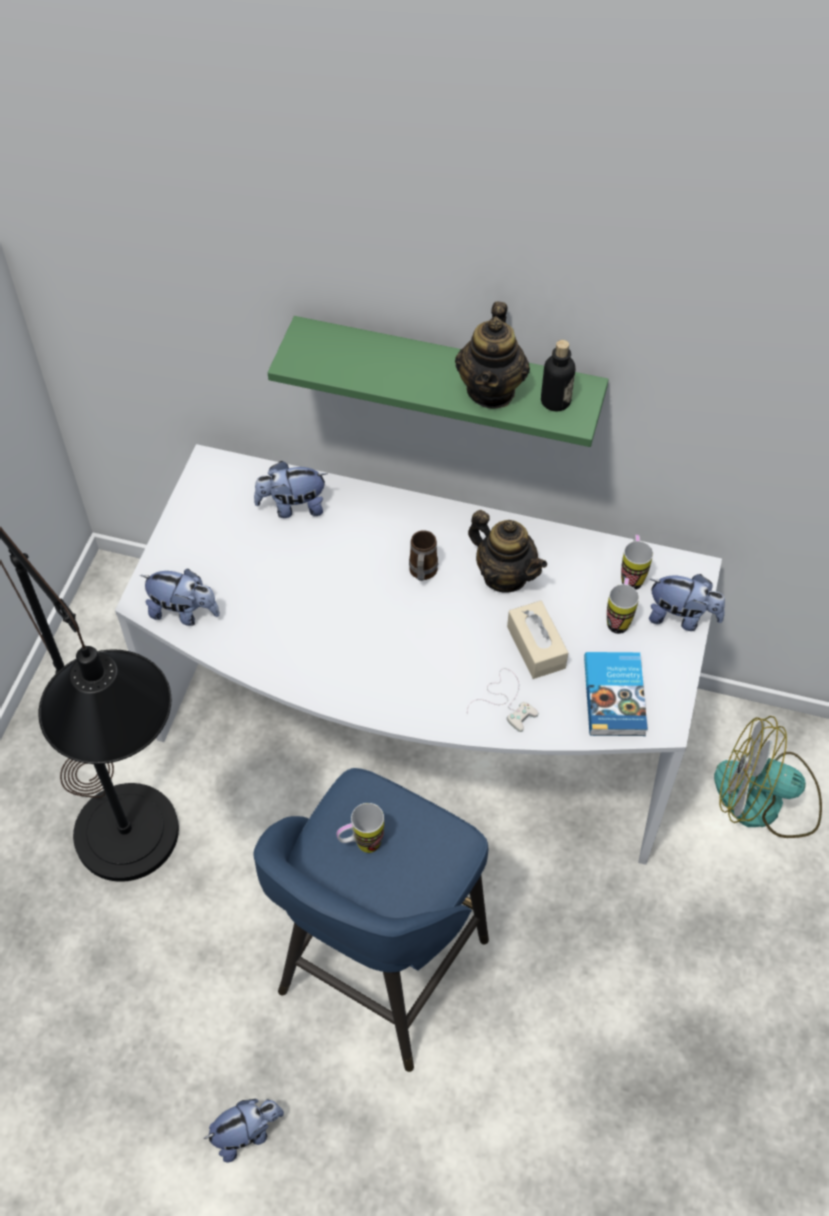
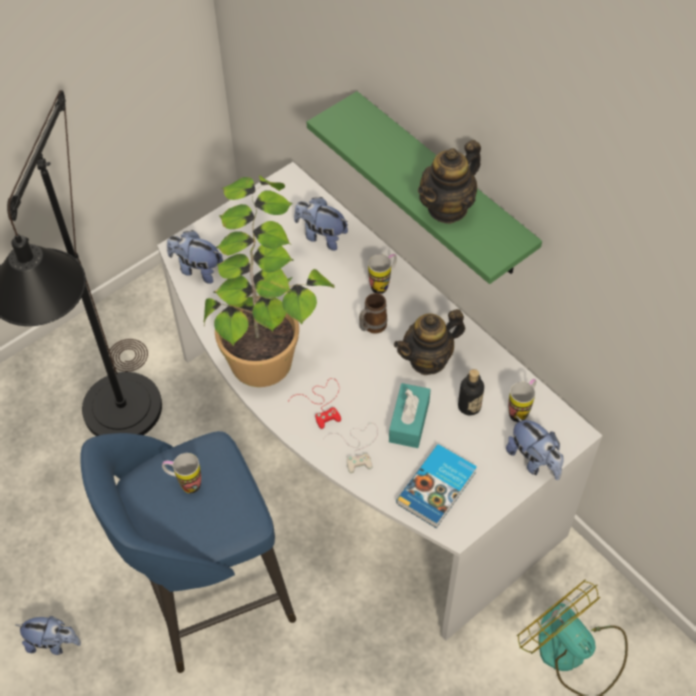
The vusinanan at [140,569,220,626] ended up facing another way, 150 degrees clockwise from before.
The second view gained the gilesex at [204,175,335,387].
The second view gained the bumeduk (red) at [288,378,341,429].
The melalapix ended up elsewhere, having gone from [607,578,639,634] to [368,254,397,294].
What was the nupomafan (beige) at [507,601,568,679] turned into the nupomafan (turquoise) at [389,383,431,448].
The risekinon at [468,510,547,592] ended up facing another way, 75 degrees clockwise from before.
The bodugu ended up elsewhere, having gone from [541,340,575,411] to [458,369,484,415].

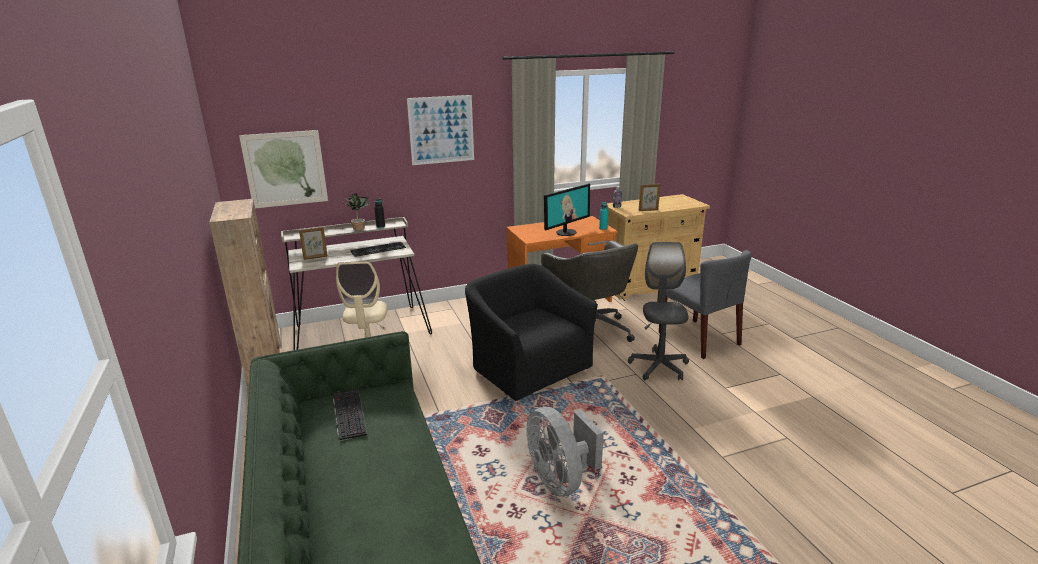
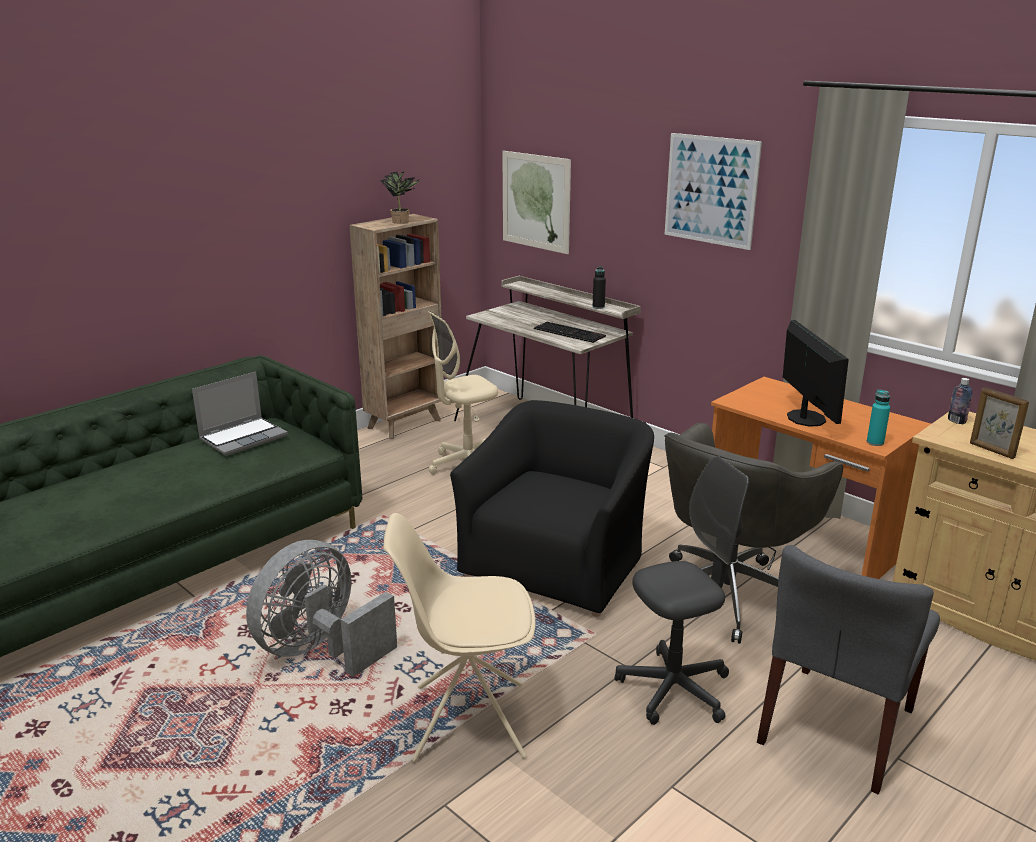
Where the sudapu stood at [333,390,367,441], the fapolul came to stand at [192,371,288,456].
The gilesex ended up elsewhere, having gone from [343,193,370,231] to [380,171,420,224].
The second view gained the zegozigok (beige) at [384,513,536,762].
The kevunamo at [544,183,590,236] ended up facing another way, 120 degrees counterclockwise from before.
The second view lost the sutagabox at [299,227,328,260].

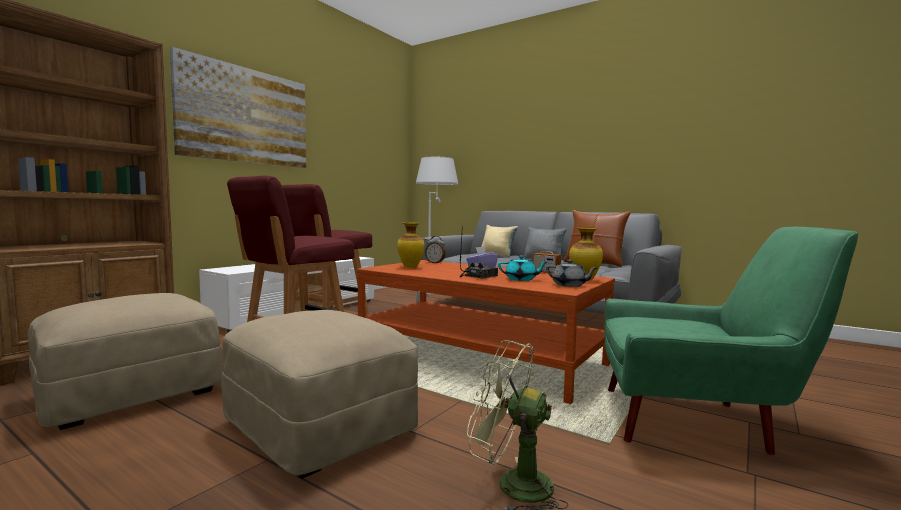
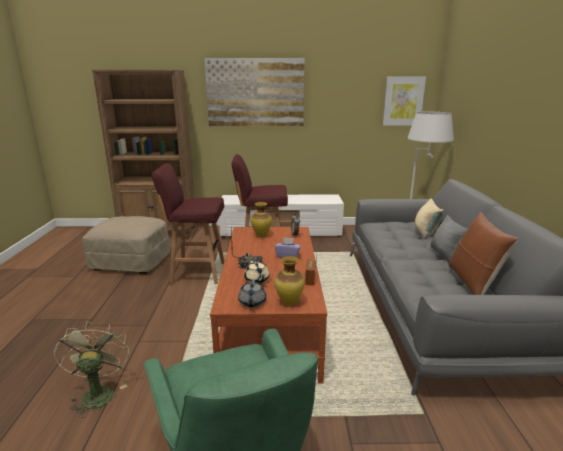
What was the risekinon (turquoise) at [498,256,547,281] turned into the risekinon (beige) at [244,261,270,284].
The second view gained the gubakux at [383,77,426,126].
The second view lost the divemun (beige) at [221,310,418,479].

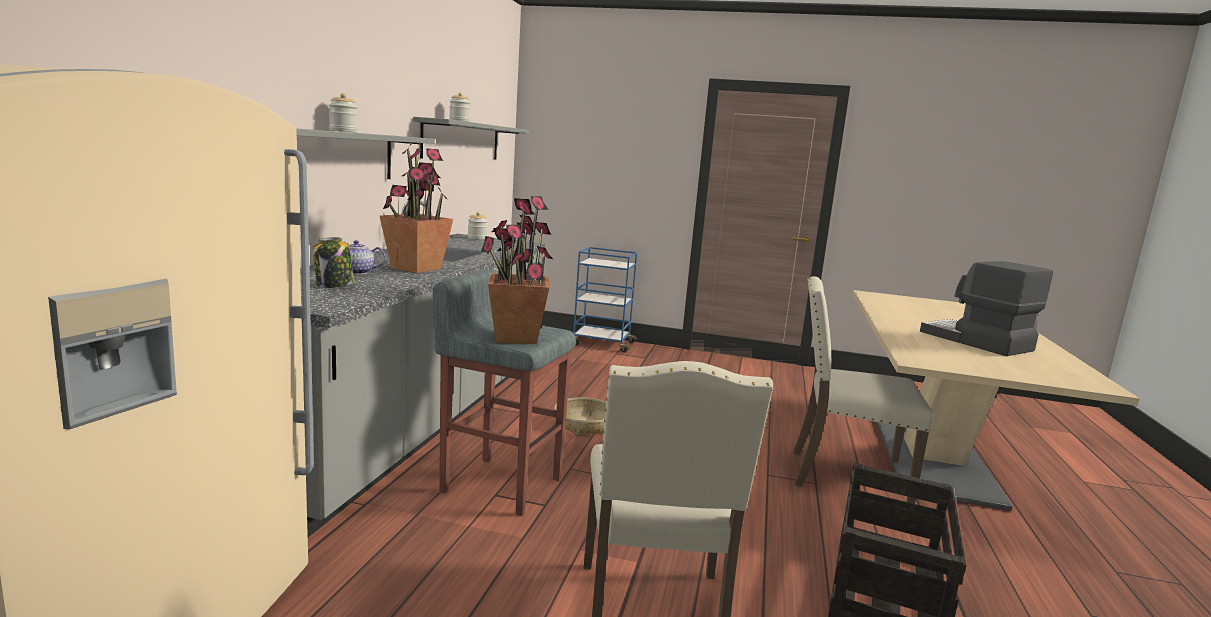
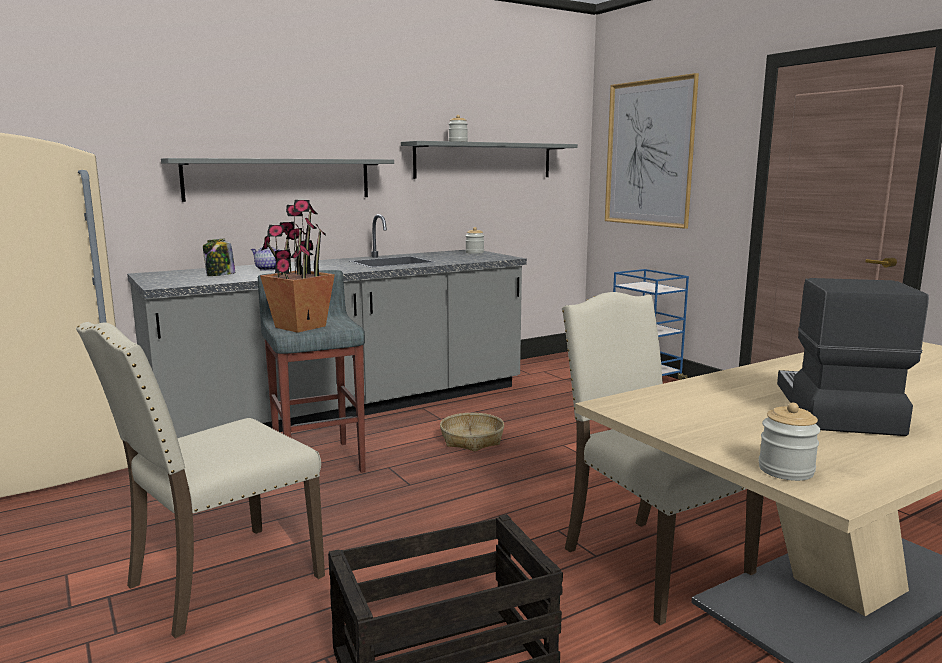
The second view gained the gubakux at [605,73,699,229].
The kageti ended up elsewhere, having gone from [329,93,358,132] to [759,403,821,481].
The second view lost the gilesex at [380,143,453,273].

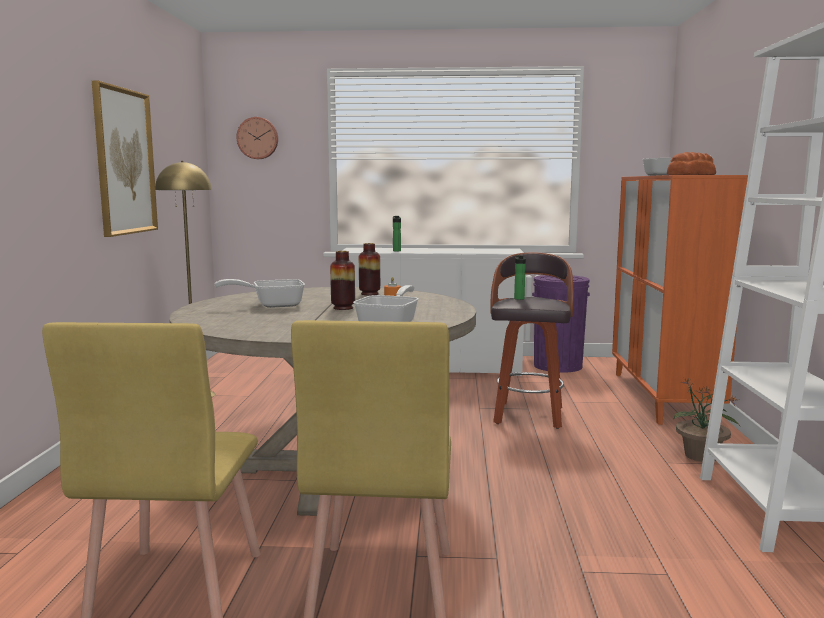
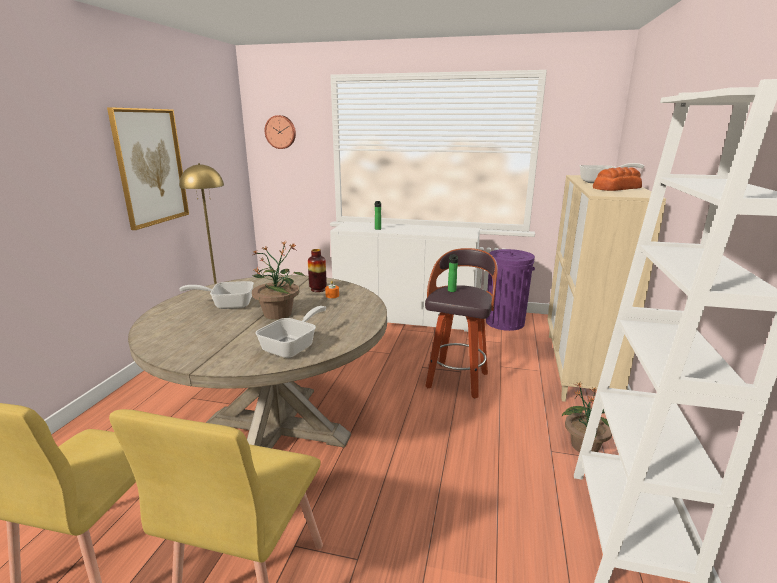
Where the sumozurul stood at [330,251,355,310], the gilesex came to stand at [252,241,305,320].
What was the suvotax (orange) at [612,175,748,425] turned into the suvotax (beige) at [547,175,666,402].

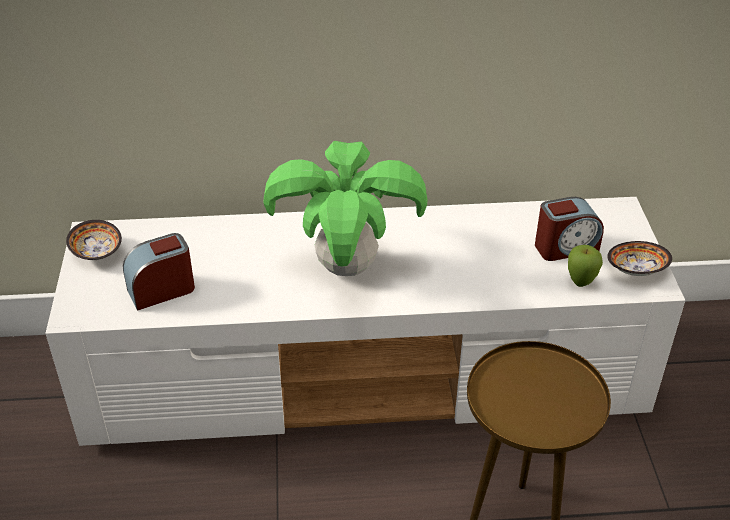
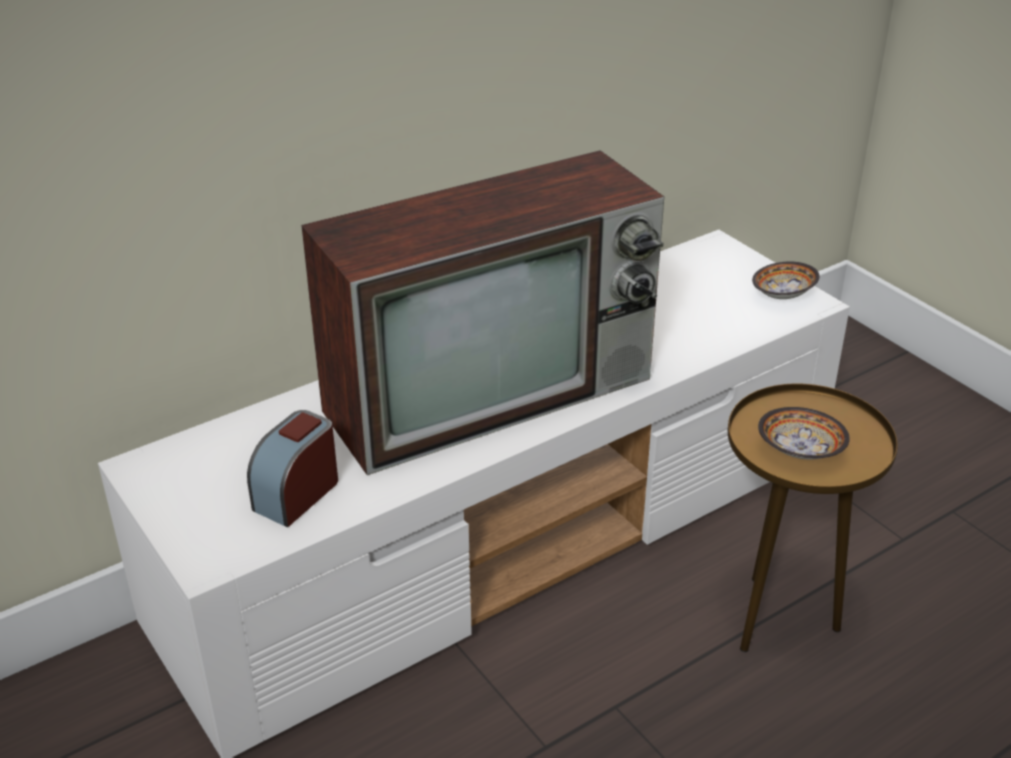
Where the gilesex stood at [264,141,428,276], the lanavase came to stand at [301,150,664,475].
The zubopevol ended up elsewhere, having gone from [66,220,122,260] to [758,407,850,460].
The second view lost the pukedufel at [535,197,604,261].
The second view lost the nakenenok at [568,245,603,287].

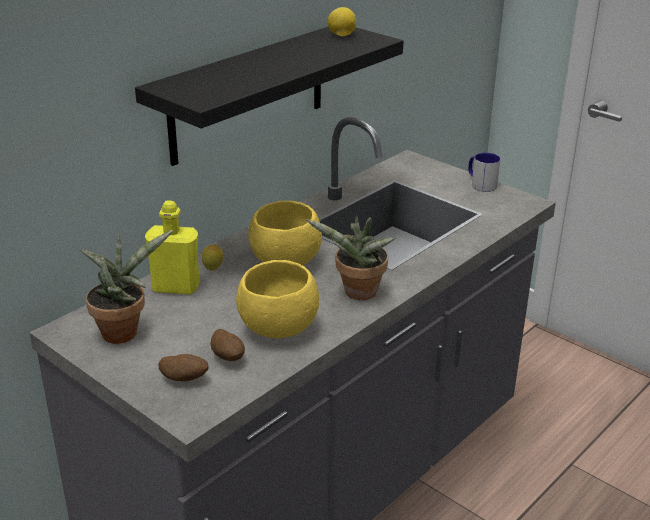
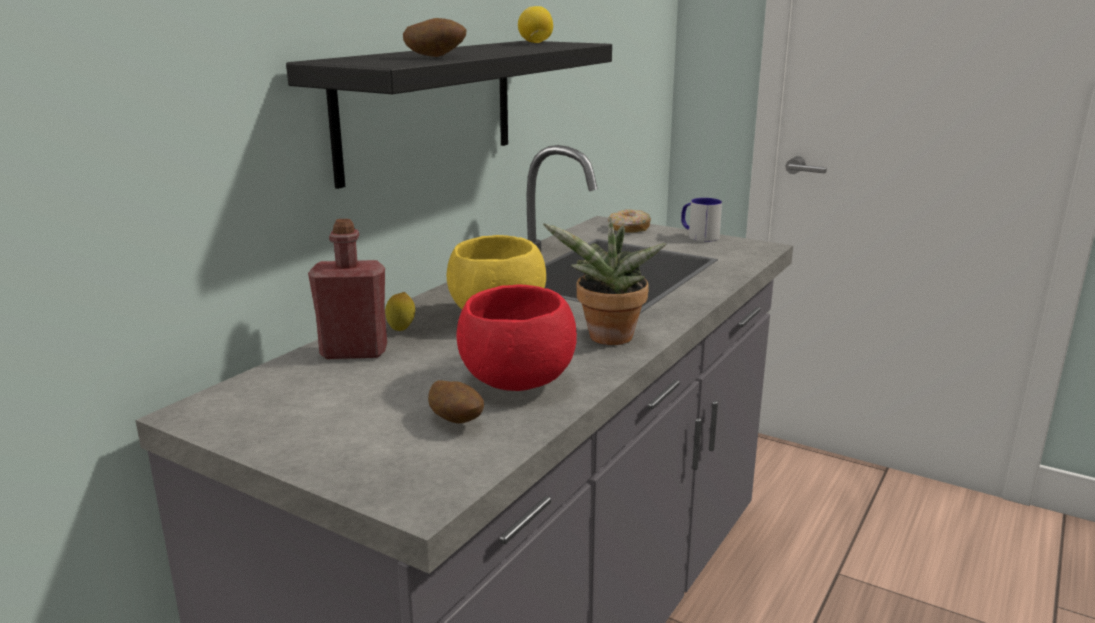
What was the bodugu (yellow) at [145,200,200,295] turned into the bodugu (red) at [308,219,387,359].
The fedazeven ended up elsewhere, having gone from [158,354,209,381] to [403,18,466,57].
What was the zubopevol (yellow) at [236,260,319,338] turned into the zubopevol (red) at [456,285,577,391].
The second view gained the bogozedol at [608,209,651,233].
The second view lost the gilesex at [80,230,173,344].

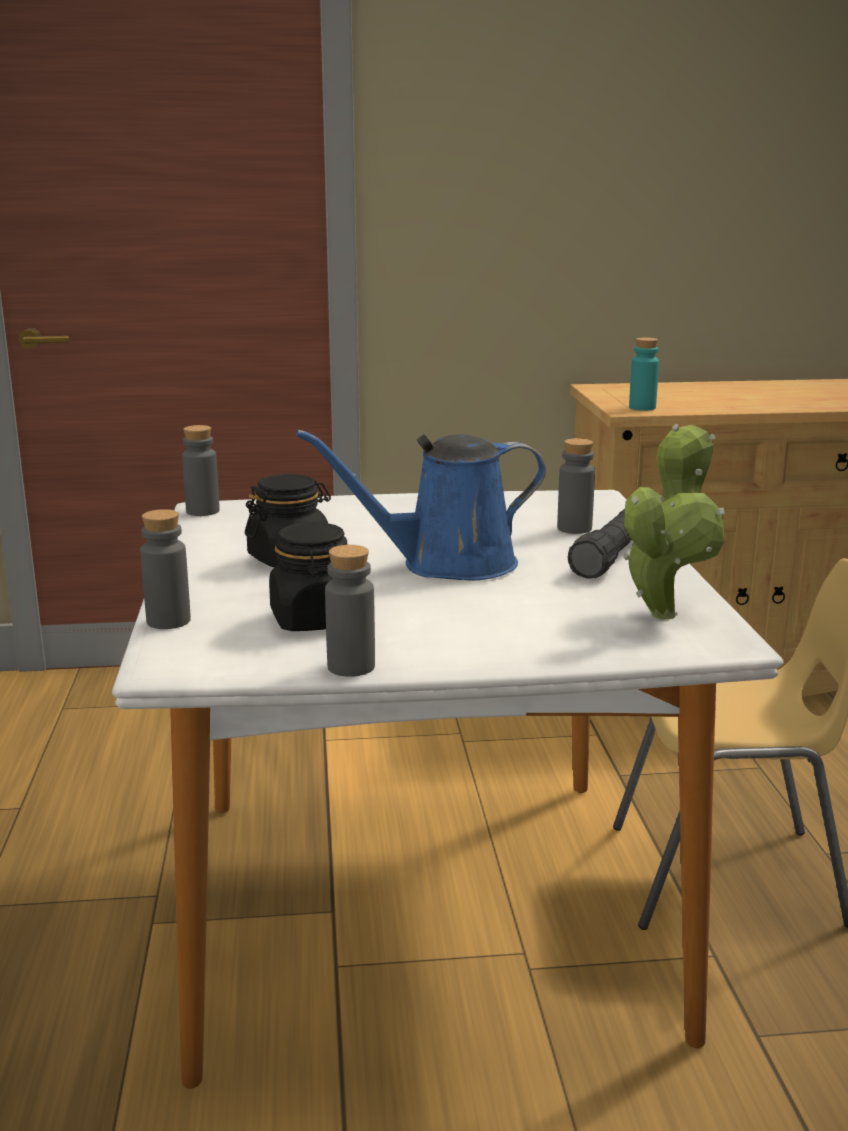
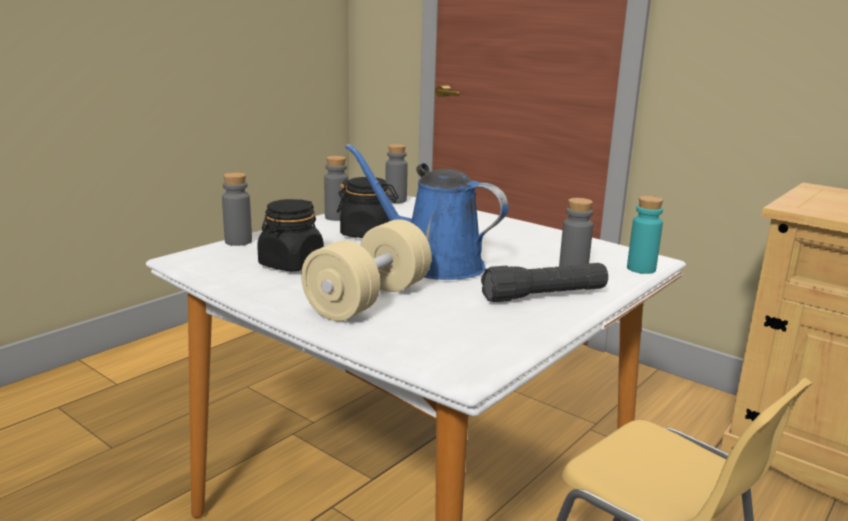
The second view gained the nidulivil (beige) at [301,219,431,321].
The bodugu (grey) ended up elsewhere, having gone from [325,545,375,677] to [324,156,348,221].
The bodugu (turquoise) ended up elsewhere, having gone from [629,337,659,411] to [627,196,663,274].
The second view lost the gilesex at [623,424,725,620].

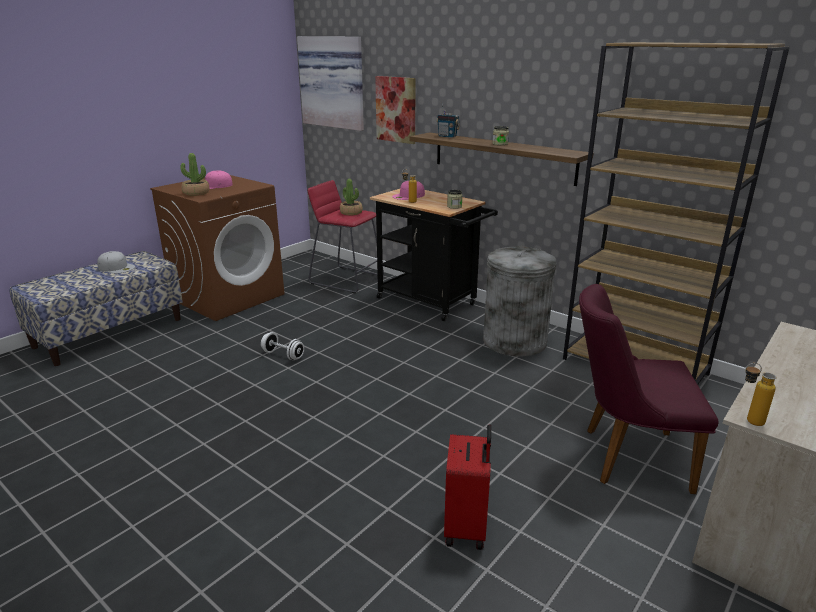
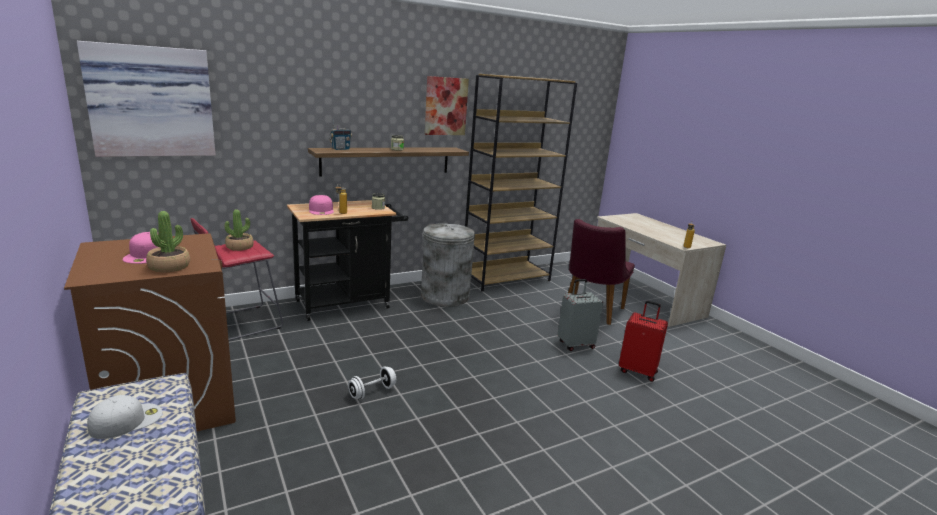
The gubakux ended up elsewhere, having gone from [375,76,416,144] to [425,76,469,135].
The second view gained the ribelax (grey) at [558,279,603,351].

